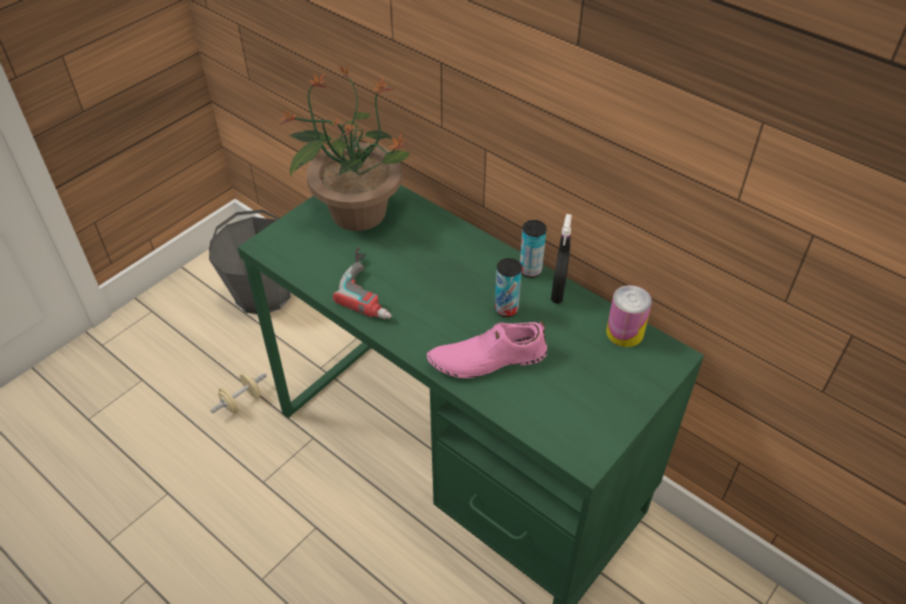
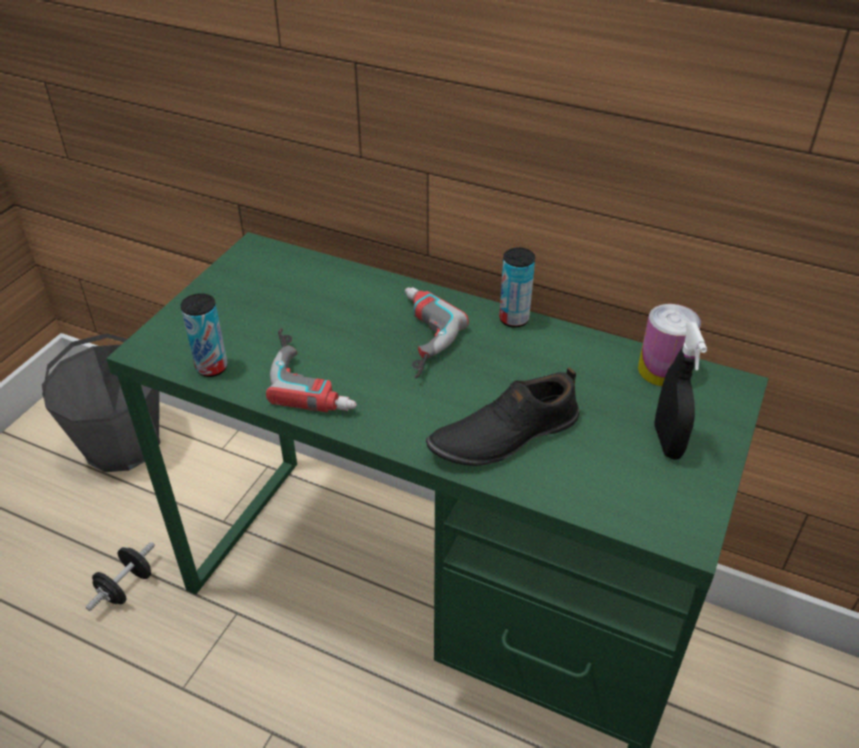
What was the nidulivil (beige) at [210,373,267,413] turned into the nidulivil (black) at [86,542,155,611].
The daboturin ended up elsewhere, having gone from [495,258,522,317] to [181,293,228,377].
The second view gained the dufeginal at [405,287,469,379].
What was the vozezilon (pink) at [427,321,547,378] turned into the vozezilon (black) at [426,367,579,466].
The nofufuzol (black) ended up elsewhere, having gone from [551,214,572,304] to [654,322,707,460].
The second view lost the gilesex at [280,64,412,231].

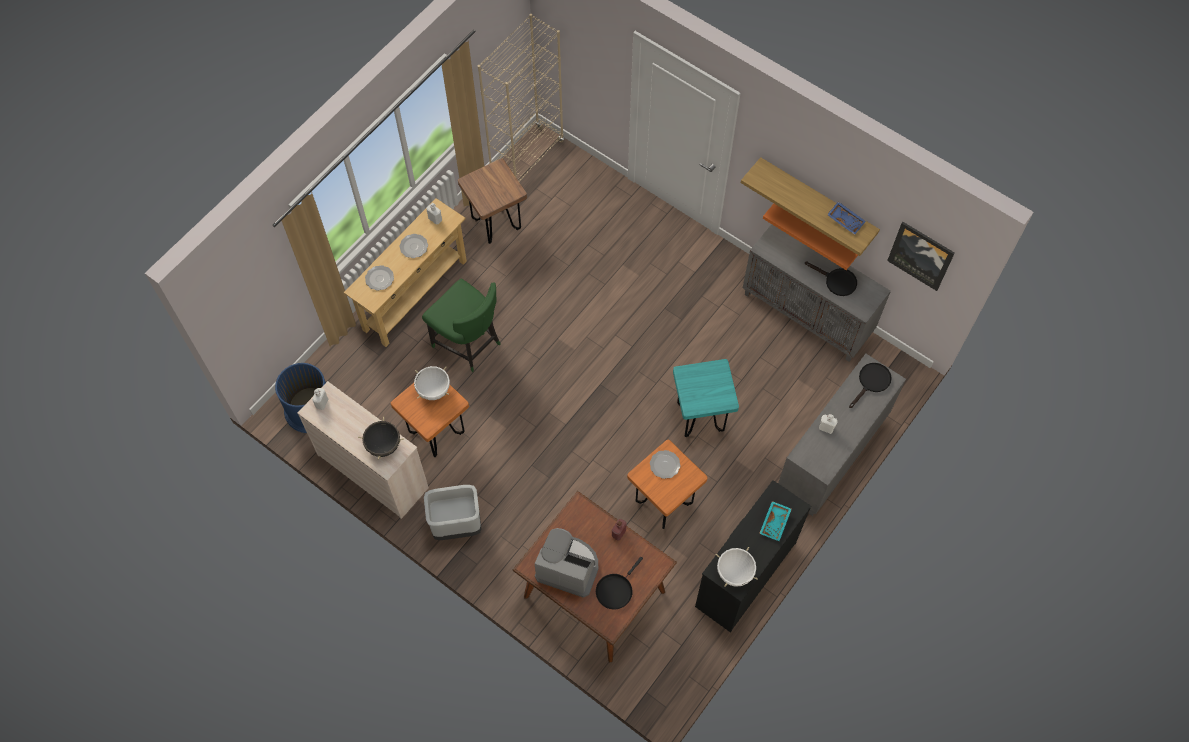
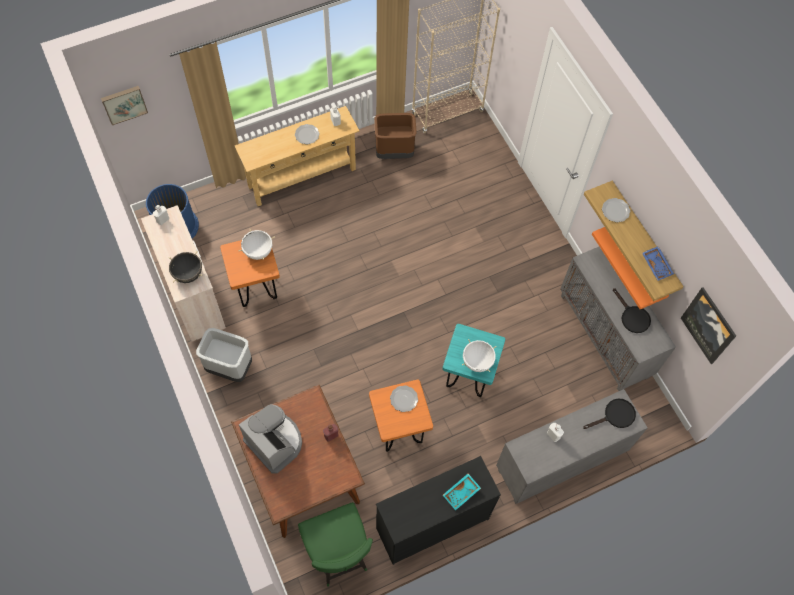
The second view gained the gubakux at [101,86,148,125].
The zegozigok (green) ended up elsewhere, having gone from [422,279,501,372] to [298,502,373,587].
Where the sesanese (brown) stood at [458,158,527,244], the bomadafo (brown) came to stand at [374,113,417,159].
The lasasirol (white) ended up elsewhere, having gone from [716,547,758,587] to [462,339,497,372].
The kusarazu ended up elsewhere, having gone from [365,265,394,291] to [602,198,630,222].
The second view lost the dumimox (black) at [596,557,643,610].

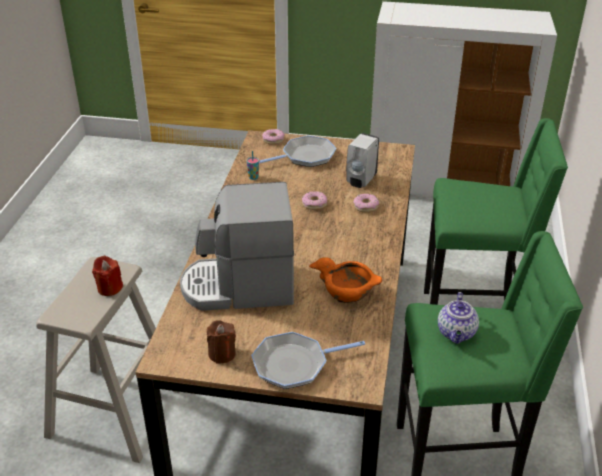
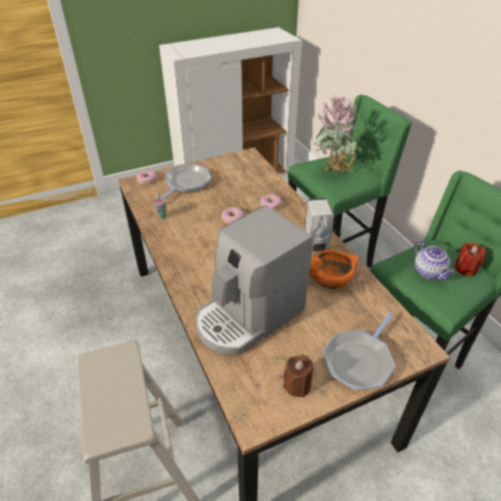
The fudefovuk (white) ended up elsewhere, having gone from [346,133,379,188] to [304,198,334,251].
The second view gained the gilesex at [312,96,362,173].
The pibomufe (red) ended up elsewhere, having gone from [92,256,123,296] to [455,243,486,276].

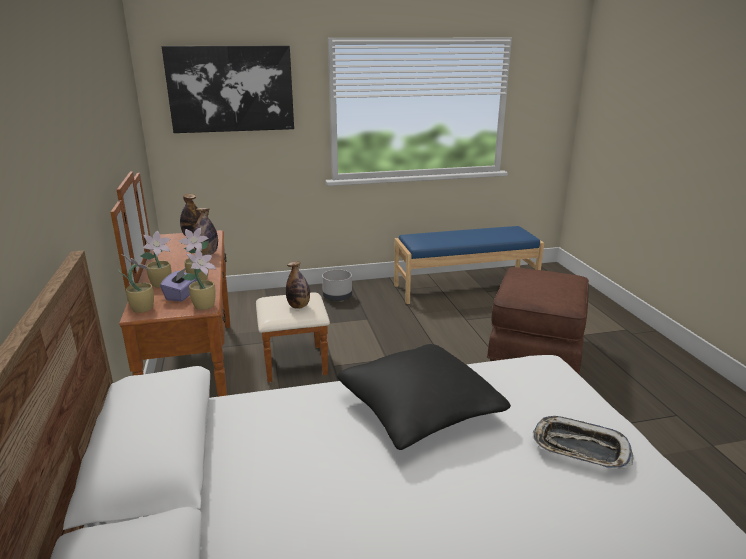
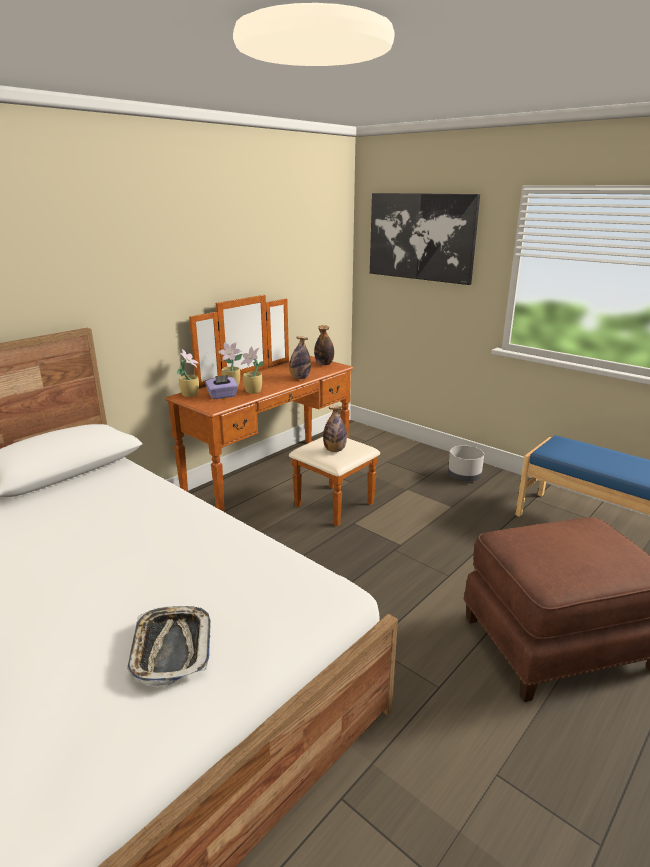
The second view lost the gilesex at [183,248,216,310].
The second view lost the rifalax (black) at [337,344,511,450].

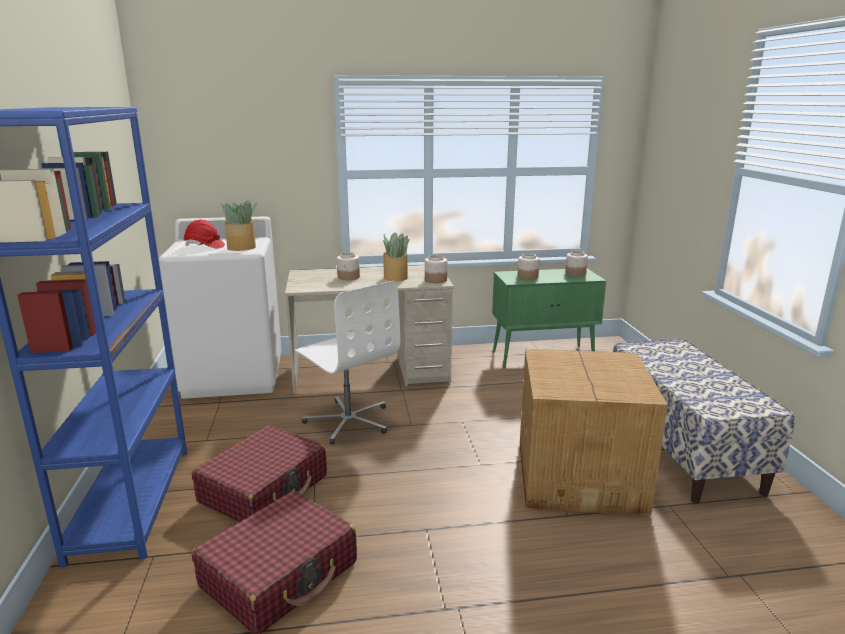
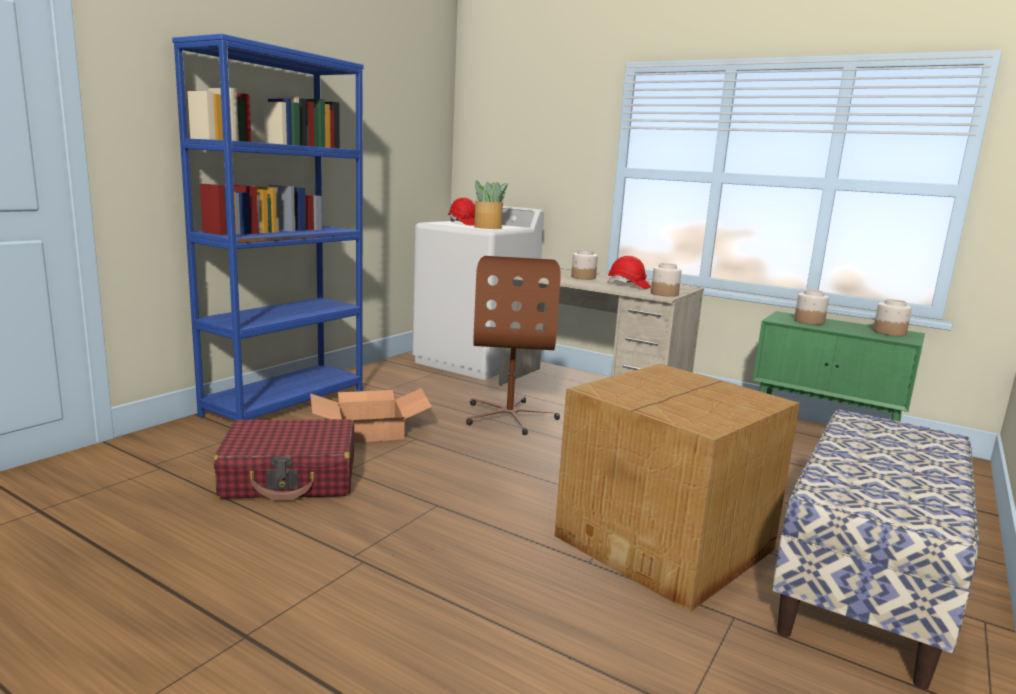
Where the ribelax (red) stood at [192,425,327,522], the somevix came to stand at [310,388,432,443].
What was the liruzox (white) at [295,281,400,444] turned into the liruzox (brown) at [466,256,561,435].
Where the gilesex stood at [383,232,410,282], the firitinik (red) came to stand at [608,256,651,289].

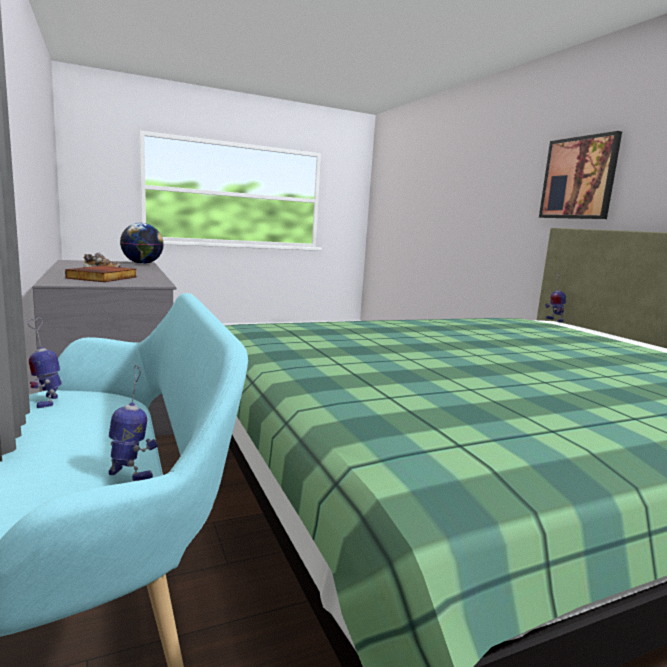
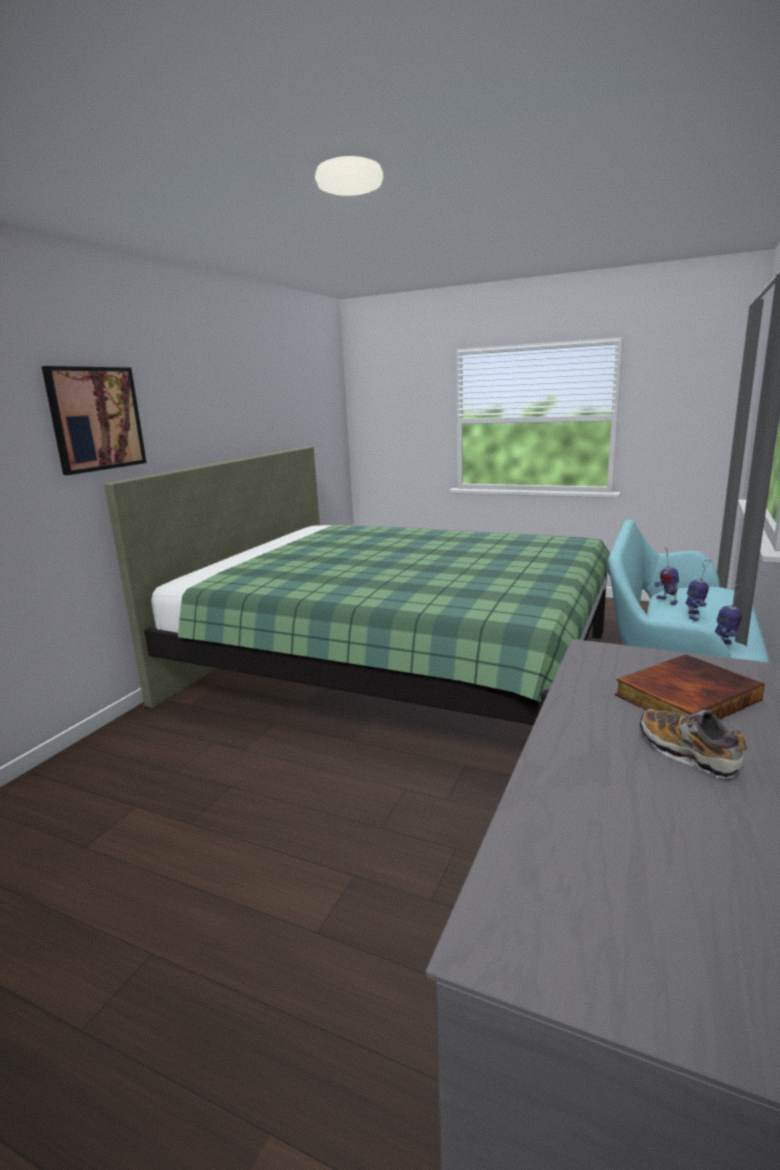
The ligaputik ended up elsewhere, having gone from [545,274,566,322] to [685,560,710,621].
The second view lost the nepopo at [120,223,164,264].

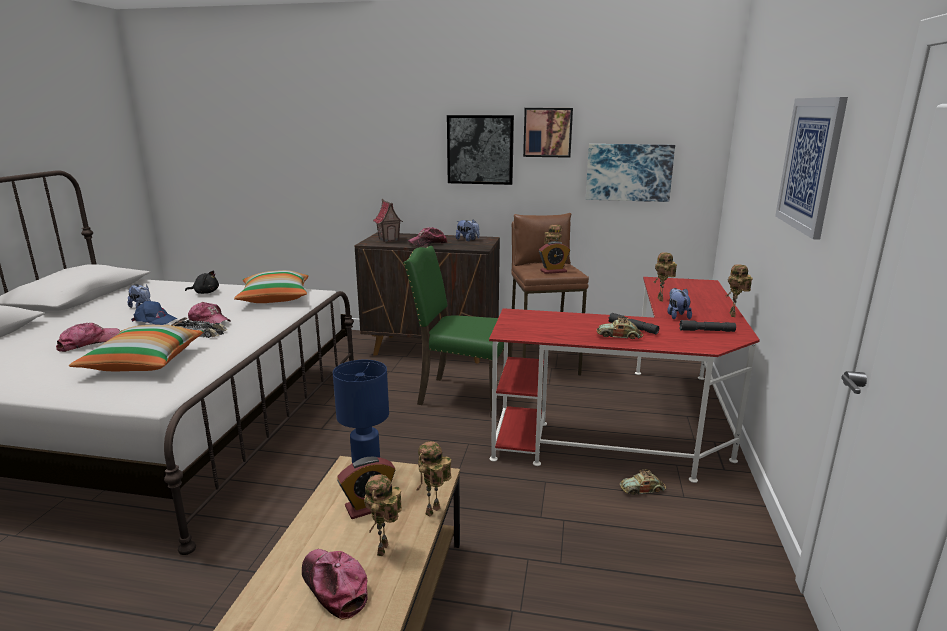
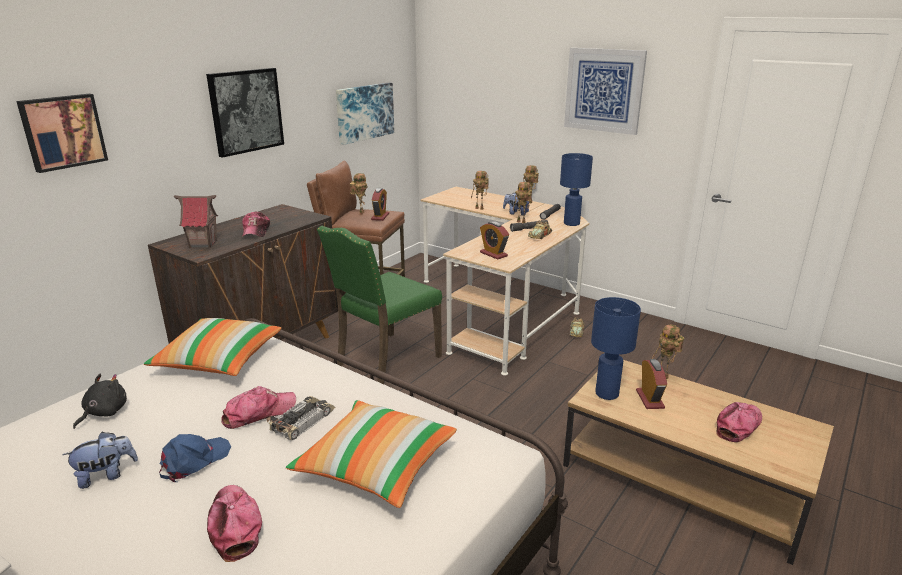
The gubakux ended up elsewhere, having gone from [523,108,573,158] to [16,94,108,173].
What was the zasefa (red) at [489,277,760,483] turned into the zasefa (beige) at [421,187,589,376].
The second view gained the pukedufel at [480,221,509,260].
The ligaputik ended up elsewhere, having gone from [364,475,402,556] to [512,182,532,223].
The second view gained the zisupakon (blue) at [560,153,593,226].
The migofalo at [302,549,368,620] ended up facing another way, 150 degrees clockwise from before.
The second view lost the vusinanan at [456,220,480,241].

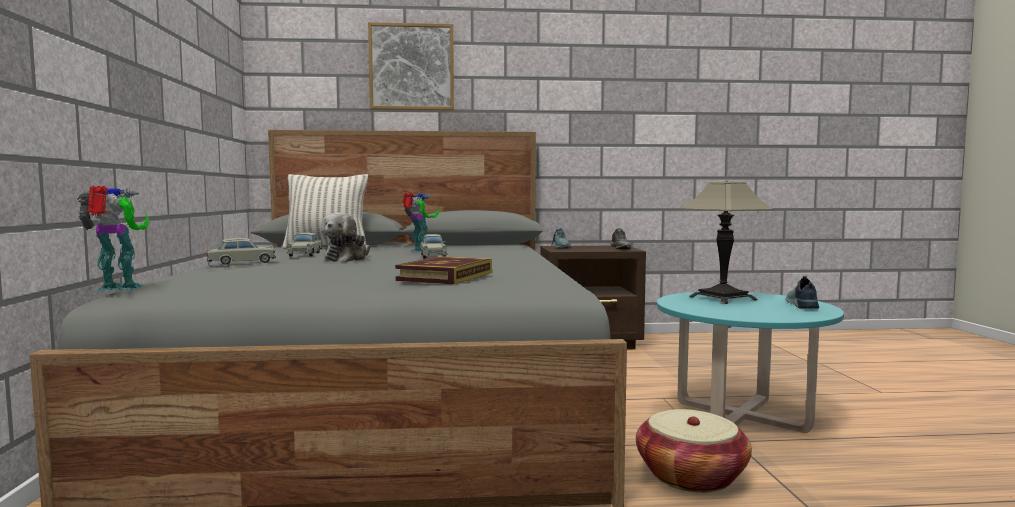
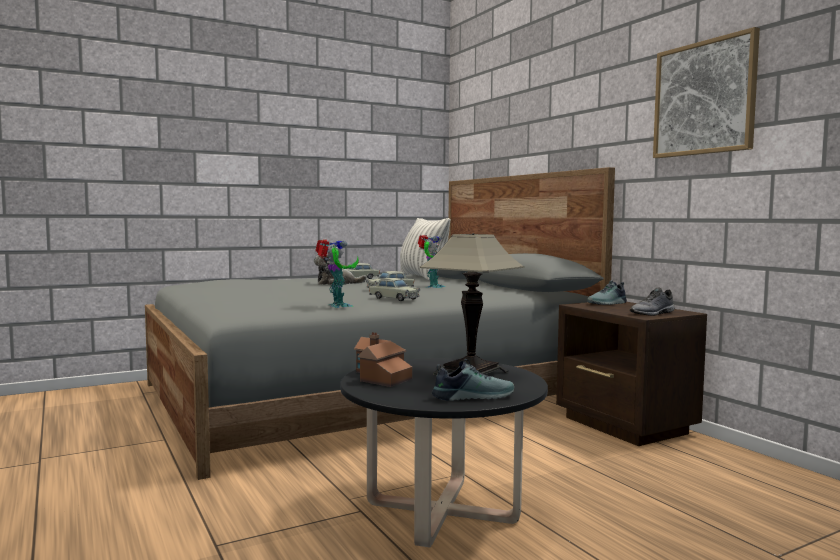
The ligaputik ended up elsewhere, having gone from [77,186,150,291] to [315,239,359,308].
What was the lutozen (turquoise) at [657,292,844,433] turned into the lutozen (black) at [340,358,548,547].
The second view gained the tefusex at [354,332,412,387].
The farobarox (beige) ended up elsewhere, having gone from [207,238,276,265] to [369,278,420,301].
The gubakux ended up elsewhere, having gone from [368,22,454,110] to [653,27,760,158].
The second view lost the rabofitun at [395,256,492,284].
The second view lost the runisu at [636,409,752,493].

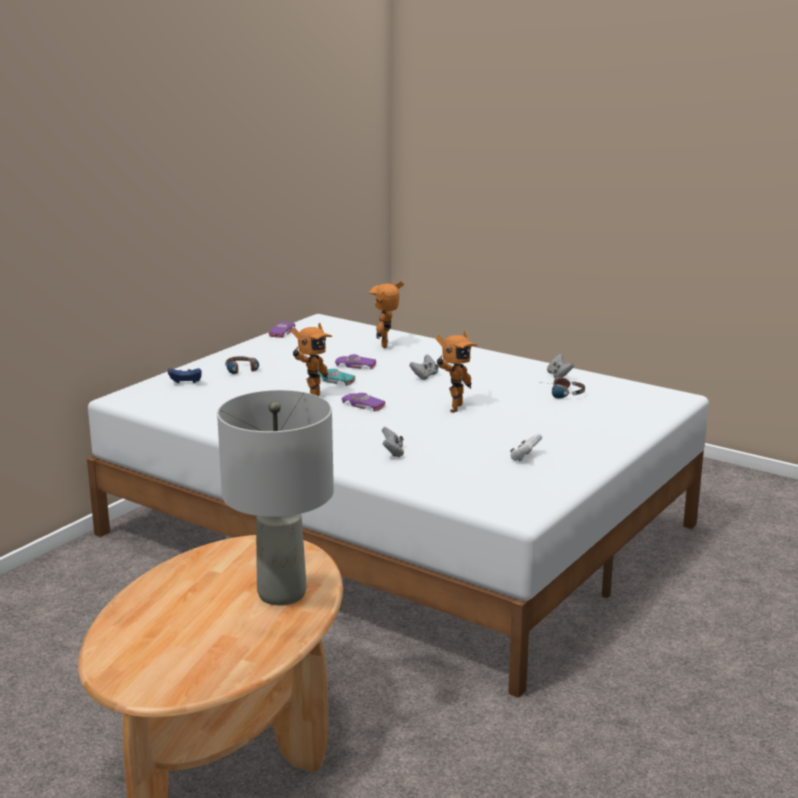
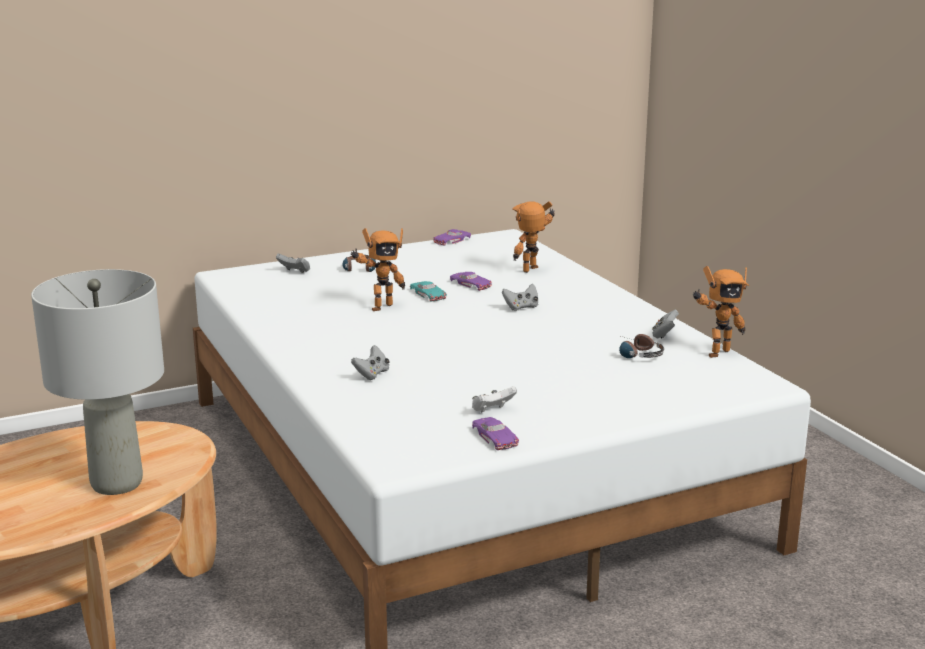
What was the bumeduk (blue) at [168,368,202,383] turned into the bumeduk (grey) at [276,253,310,273].
The farobarox (purple) ended up elsewhere, having gone from [342,393,385,412] to [472,417,519,450].
The ligaputik ended up elsewhere, having gone from [436,331,478,413] to [693,266,749,358].

